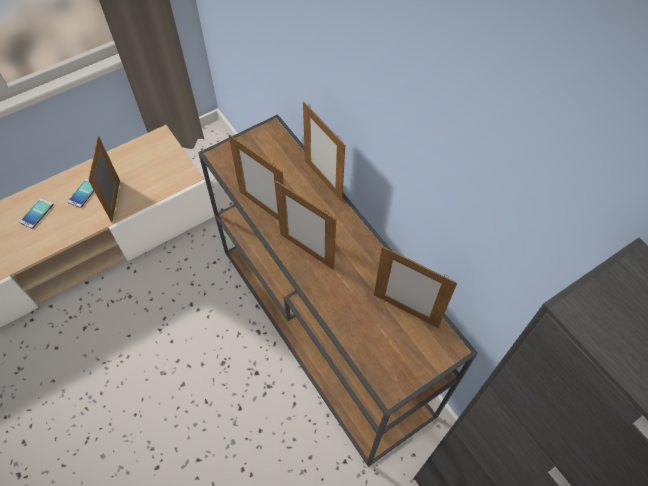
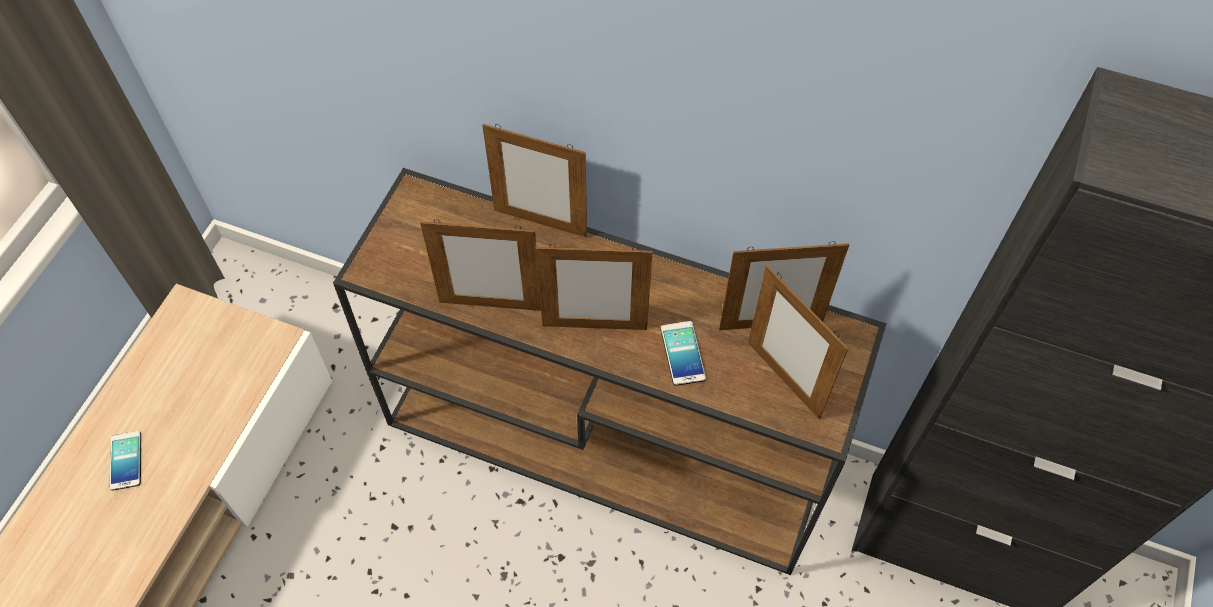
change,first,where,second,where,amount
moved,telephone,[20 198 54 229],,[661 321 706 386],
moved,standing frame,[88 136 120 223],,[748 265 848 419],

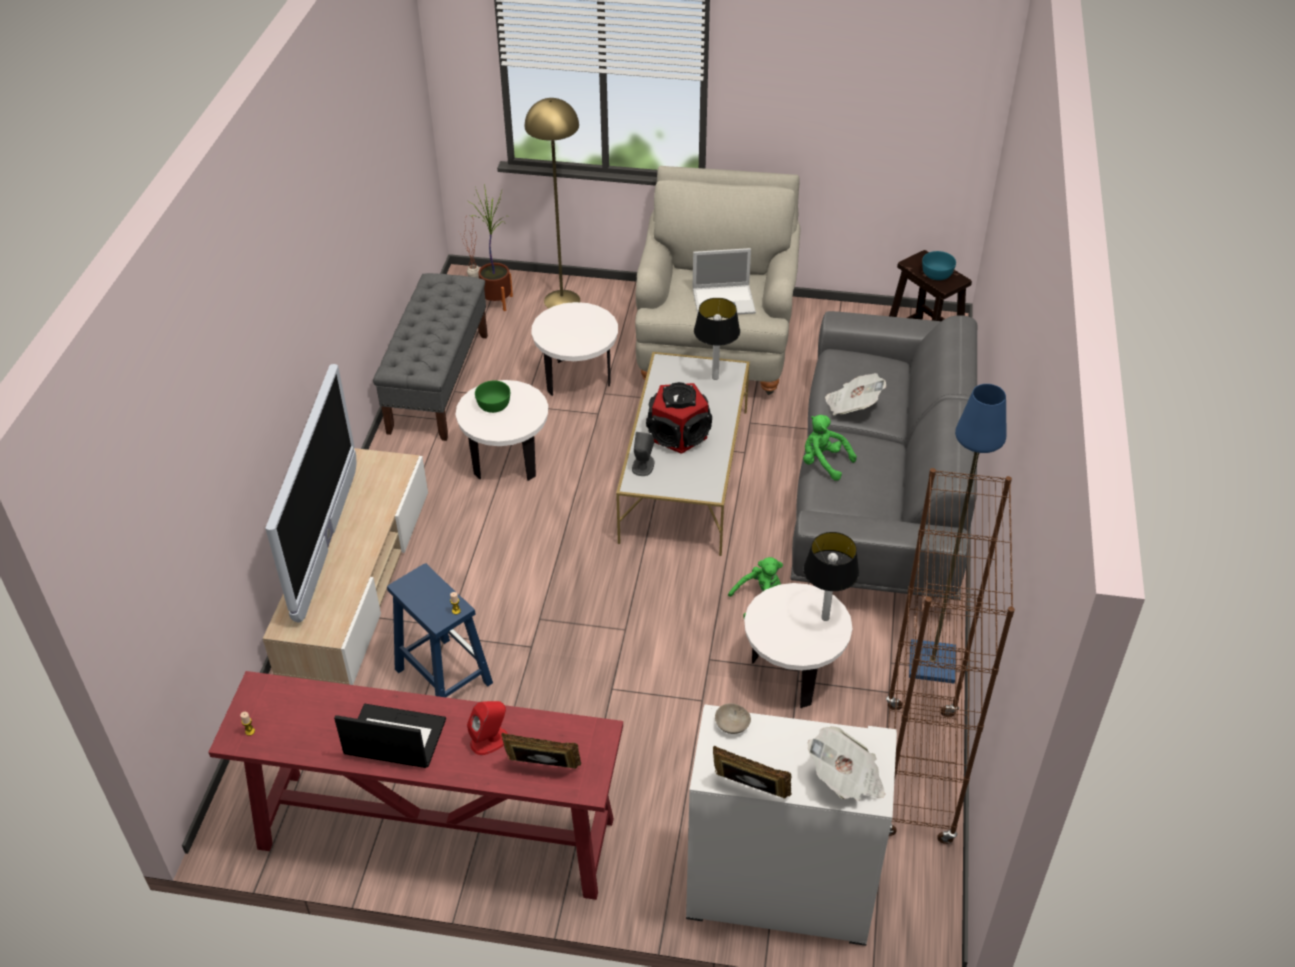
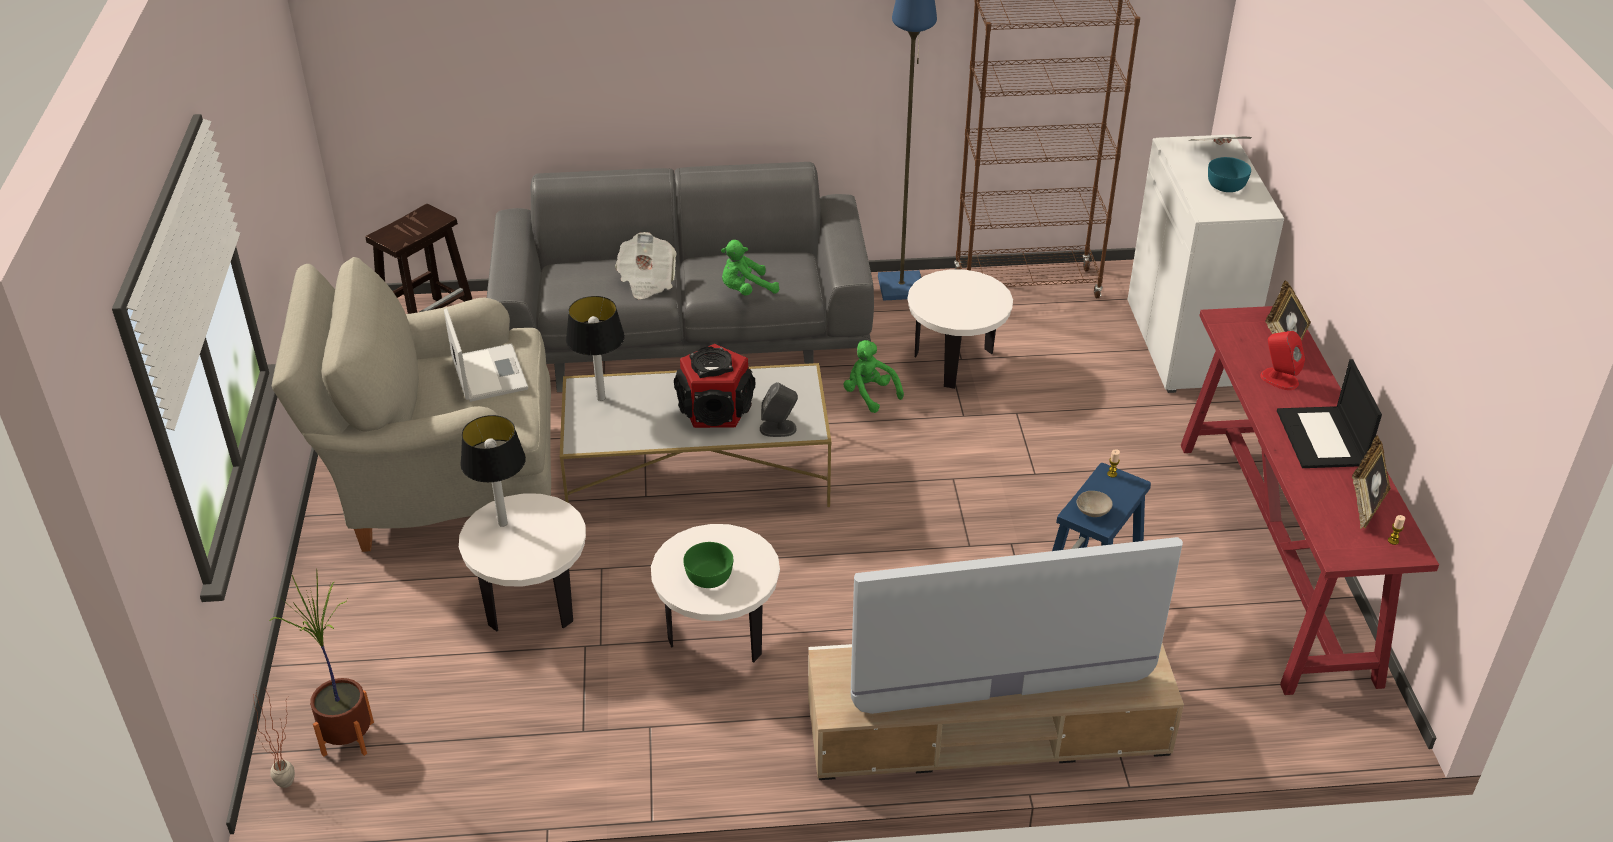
change,first,where,second,where,amount
removed,grey bench,[373 273 488 441],,,
removed,yellow-coloured standard lamp,[525 98 580 309],,,
moved,standing frame,[713 746 792 798],,[1352 435 1391 529],
moved,sand-coloured bowl,[715 703 751 734],,[1076 491 1113 517],
moved,lamp for a table,[804 532 859 621],,[460 415 526 527],
moved,blue-green bowl,[922 251 956 280],,[1208 157 1251 192],
turned,green cuddly toy,[803 415 857 481],,[721 240 779 296],45 degrees clockwise

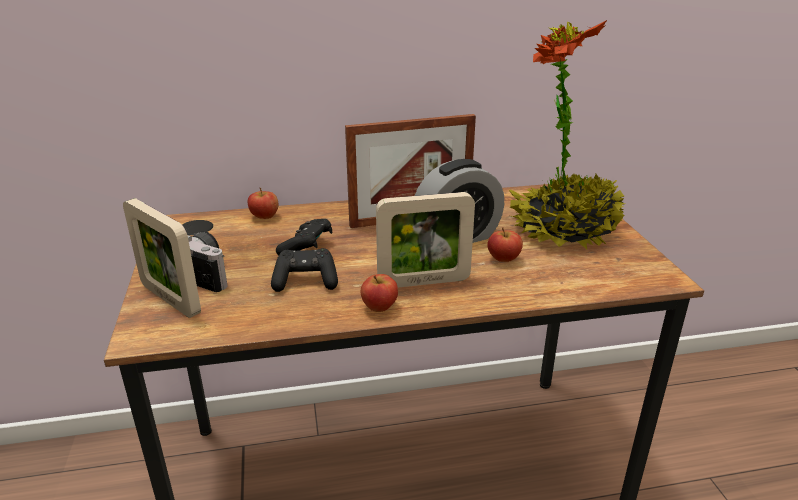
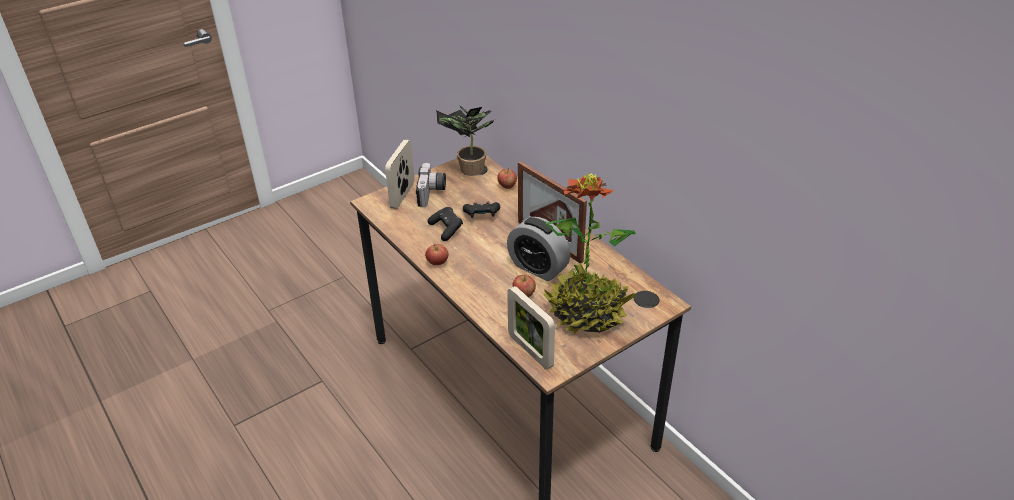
change,first,where,second,where,amount
added,,,plant in a pot,[436 105 496 176],
moved,standing frame,[376 192 475 288],,[507 286 555 370],

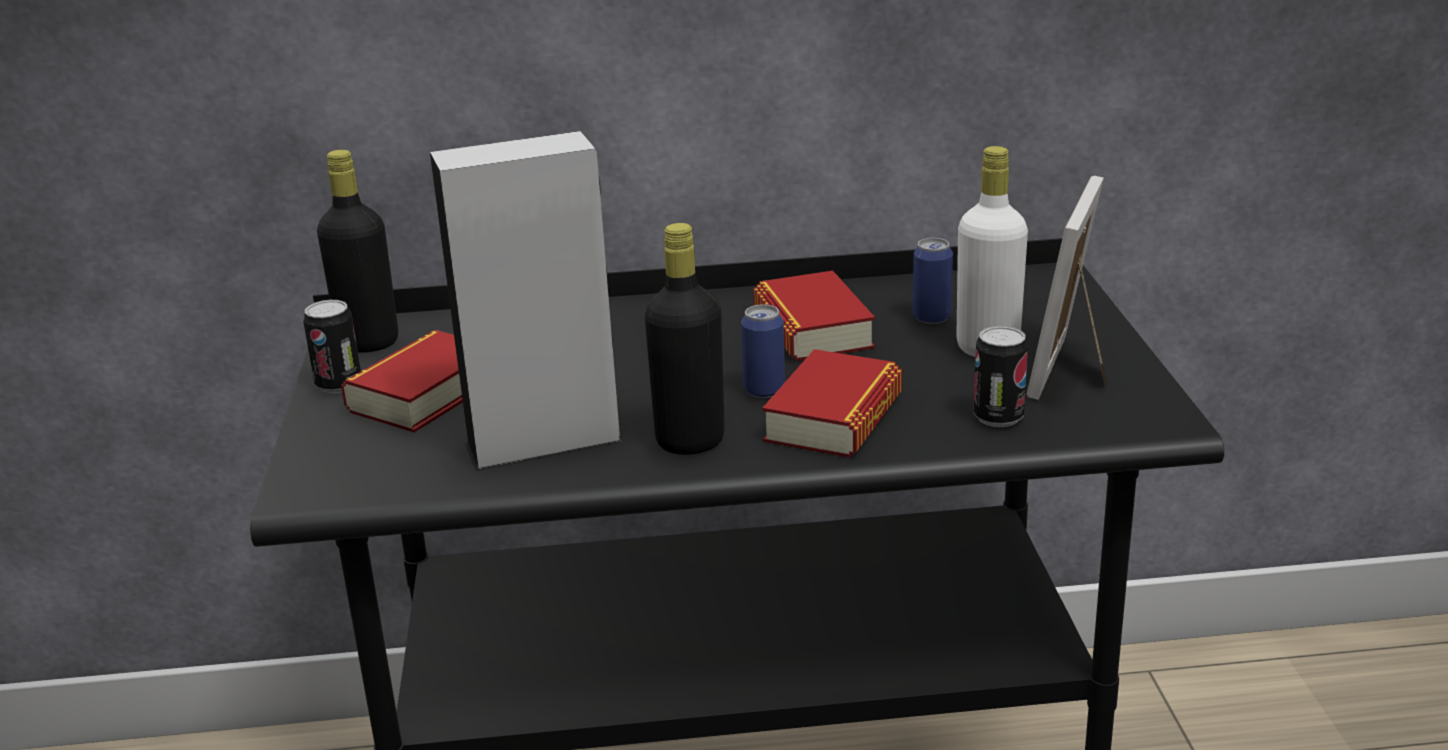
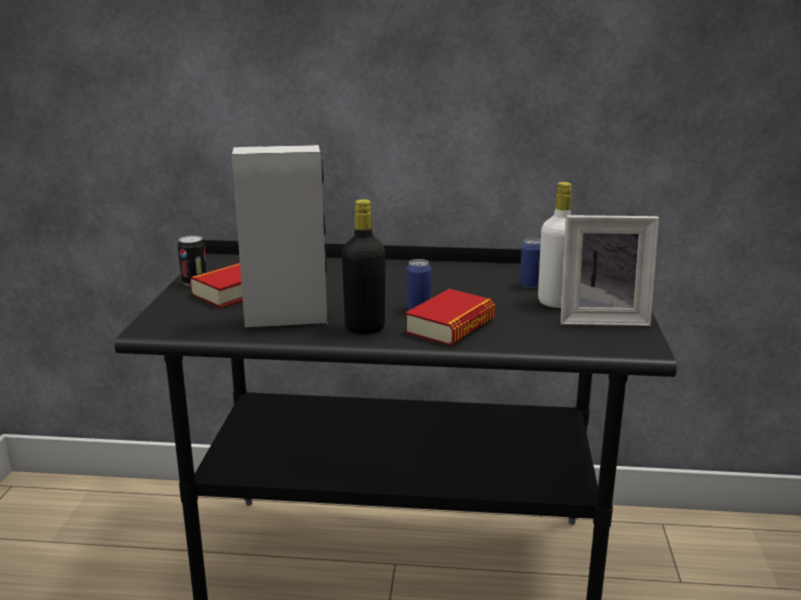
change,first,where,second,where,amount
removed,black-coloured drink bottle,[317 150 398 352],,,
removed,book,[754 271 875 361],,,
removed,sealed can,[973 326 1028 427],,,
turned,standing frame,[1027 176 1106 400],,[560 215 659 326],120 degrees counterclockwise

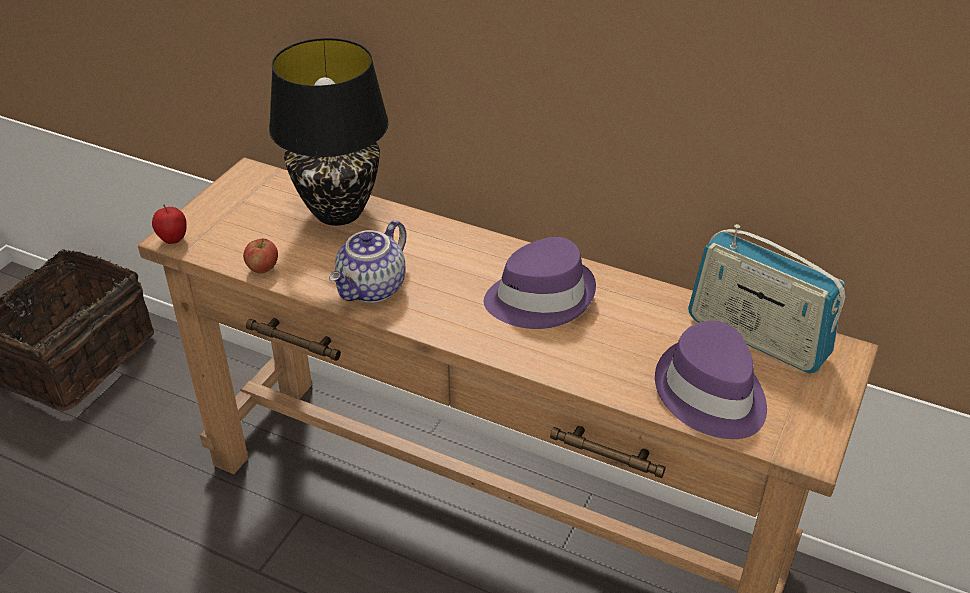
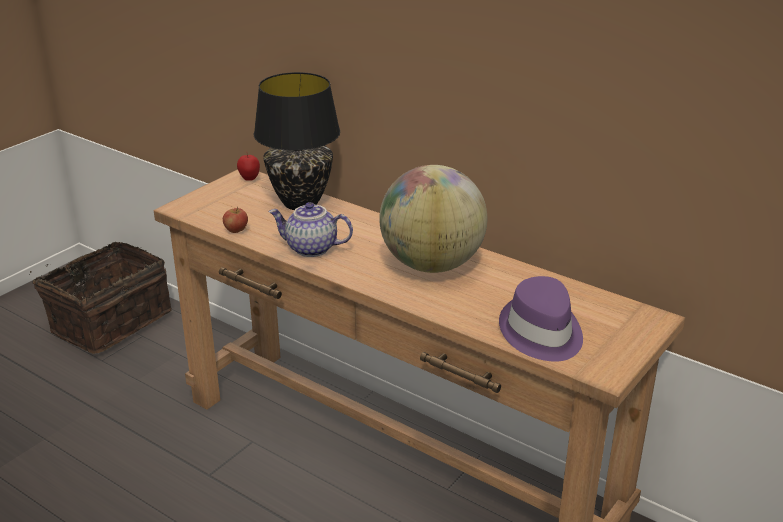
change,first,where,second,where,amount
removed,radio,[688 224 845 373],,,
moved,whole apple,[152 205 187 244],,[237 152 260 181],
replaced,purple wearable hat,[484 237 596 329],globe,[379 165 487 273],
turned,tea pot,[329 220 407 303],,[268 202 353 257],60 degrees clockwise

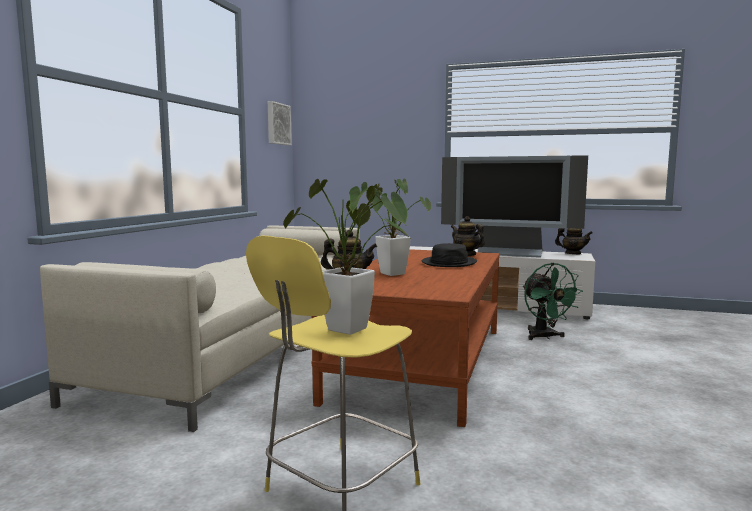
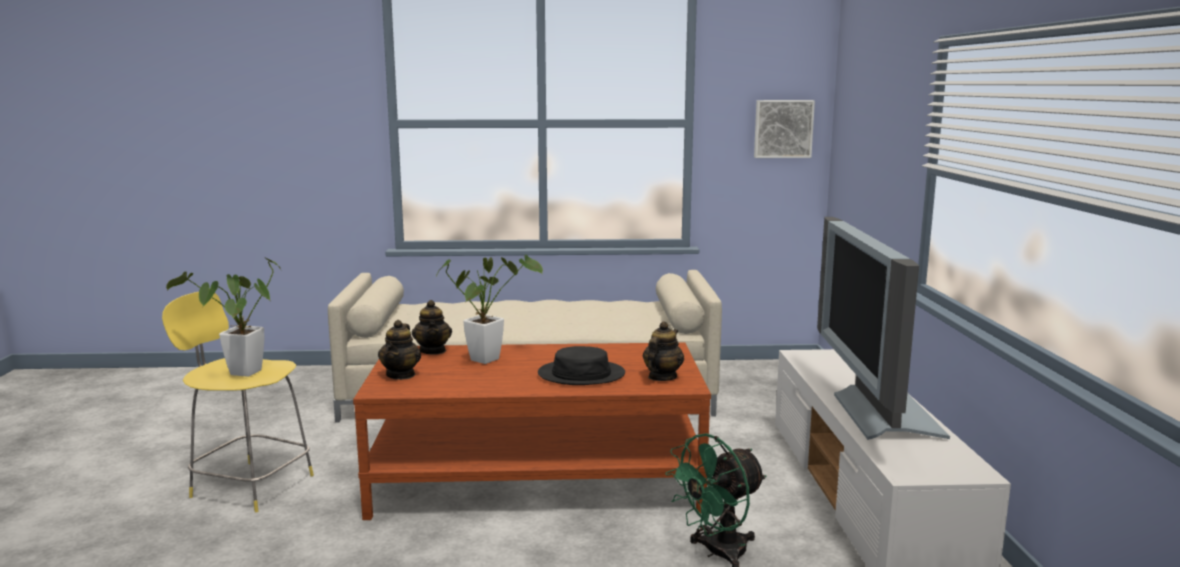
change,first,where,second,where,amount
moved,tea pot,[555 228 593 254],,[378 320 421 380],

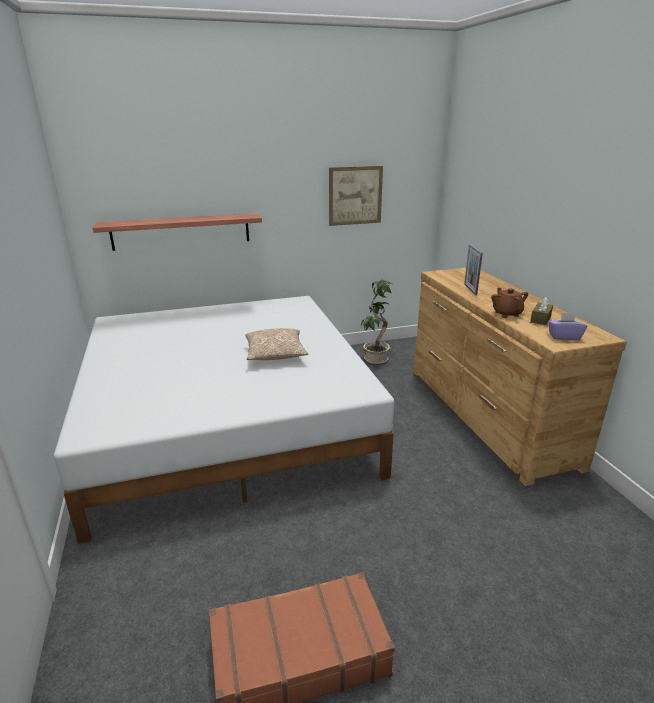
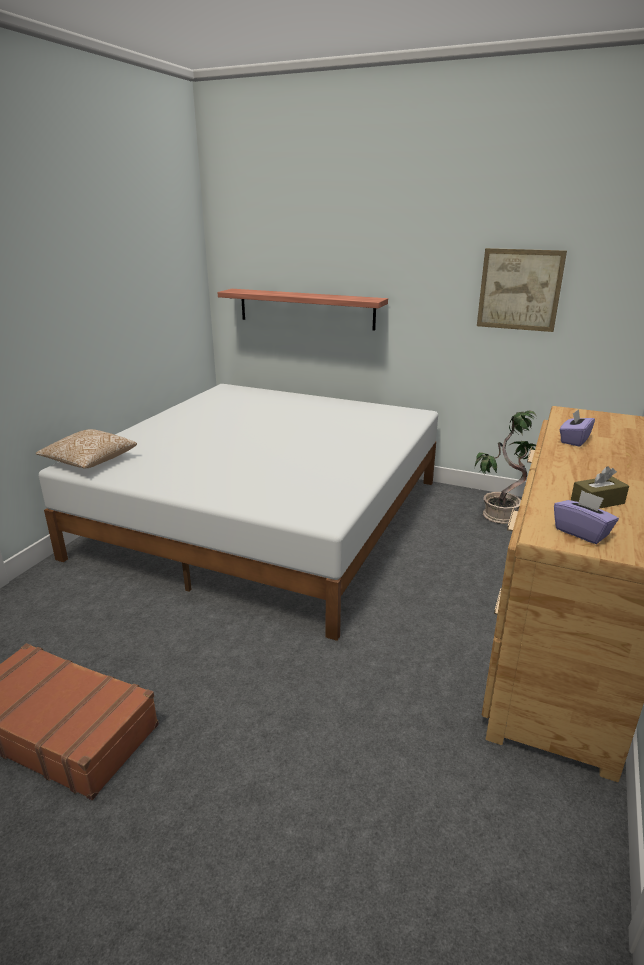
change,first,where,second,where,amount
removed,brown tea pot,[491 288 528 318],,,
moved,cushion,[245 328 308 360],,[36 429 137 468],
replaced,standing frame,[464 244 483 295],purple box of tissues,[560 409 595 447],

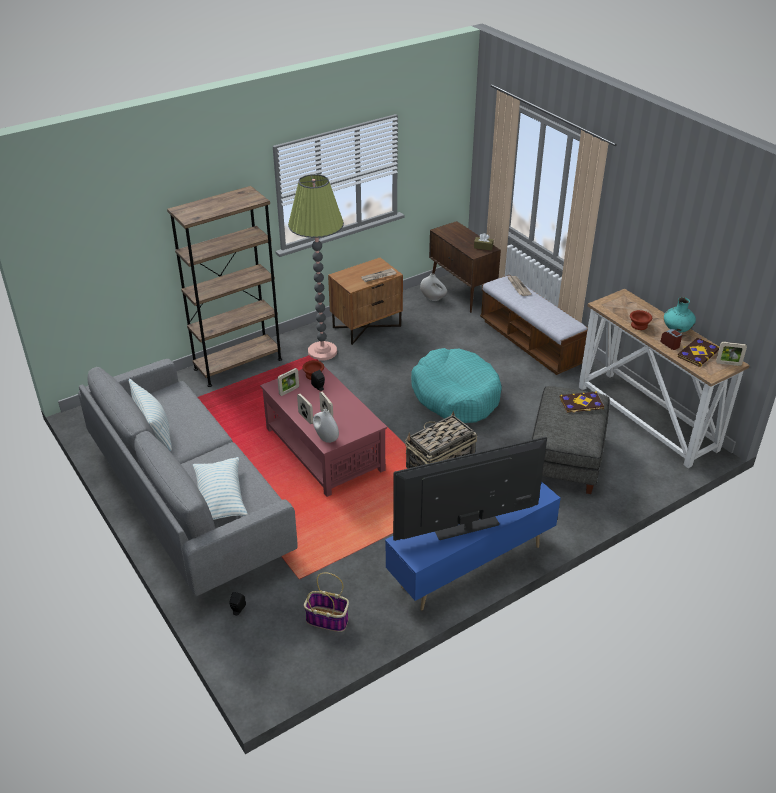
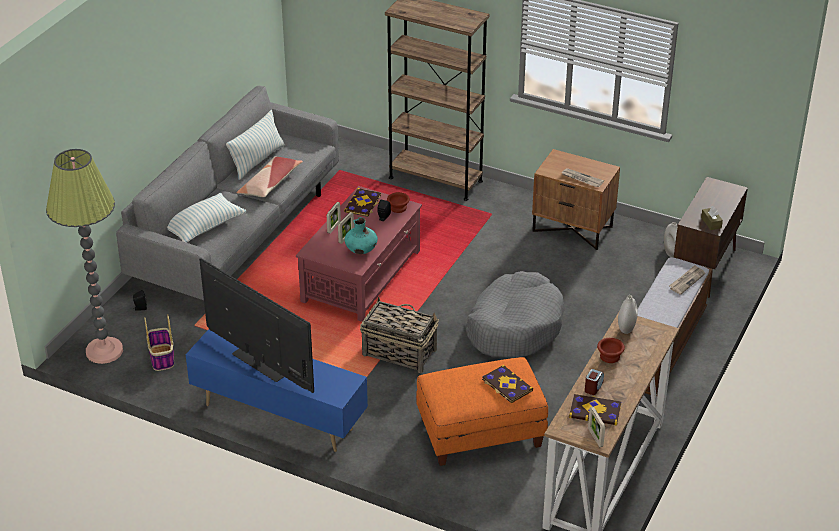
change,first,where,second,where,amount
added,,,cushion,[237 157 303 197],
moved,standard lamp,[288 174 344 361],,[46 149 123 364],
moved,white-coloured decorative vase,[313 409 339 443],,[618 295 638 334],
moved,blue-green decorative vase,[664 297 696 333],,[344 217 378 254],
replaced,standing frame,[277 368 299 396],book,[344 188 381 217],
recoloured,blue-green dog cushion,[411 348 502 423],grey dog cushion,[466 271 565 358],
recoloured,grey pouffe,[531 386 610 494],orange pouffe,[416 357 548 466],

